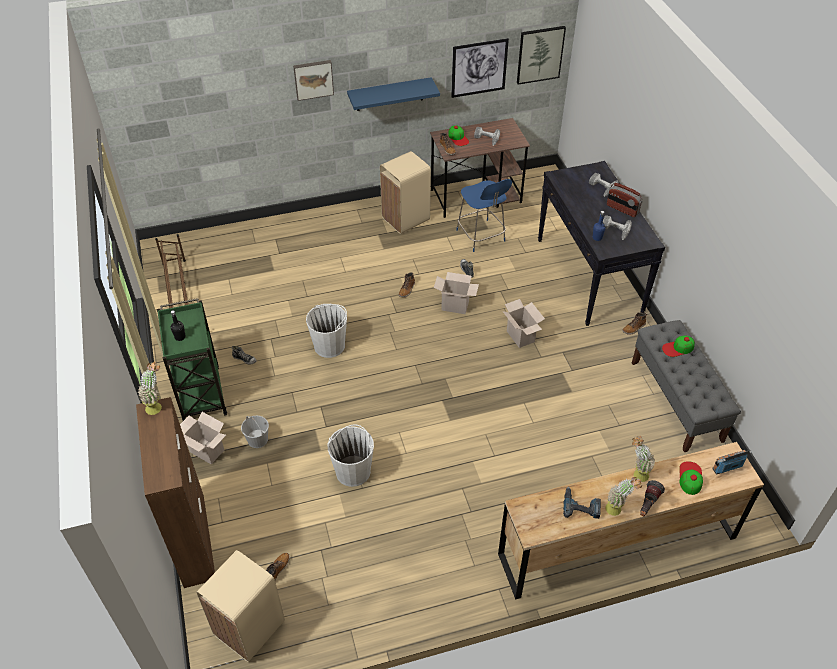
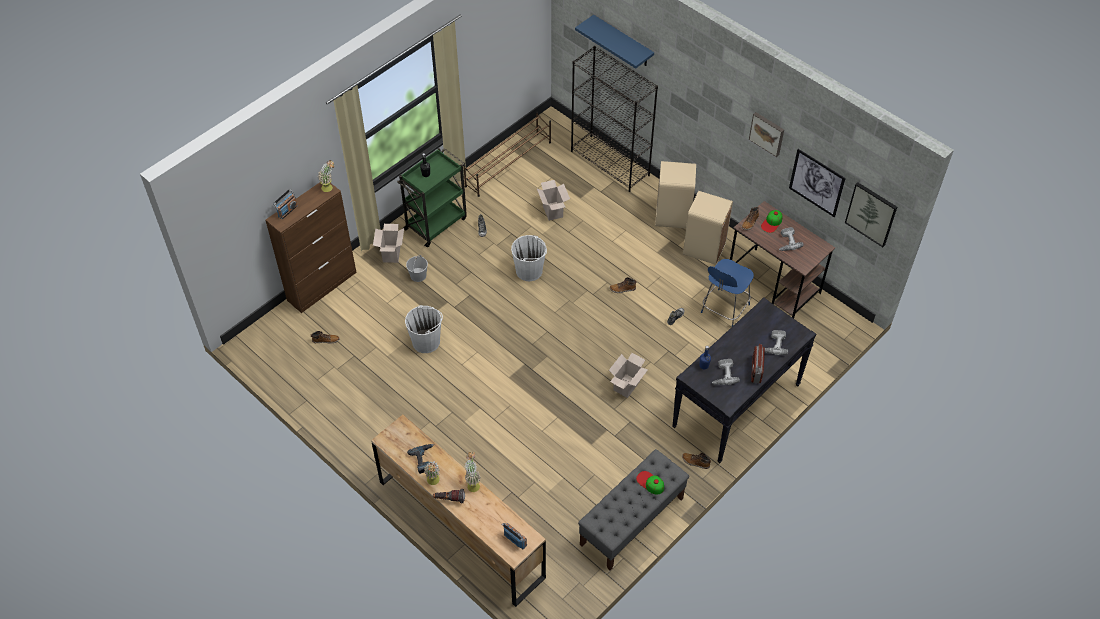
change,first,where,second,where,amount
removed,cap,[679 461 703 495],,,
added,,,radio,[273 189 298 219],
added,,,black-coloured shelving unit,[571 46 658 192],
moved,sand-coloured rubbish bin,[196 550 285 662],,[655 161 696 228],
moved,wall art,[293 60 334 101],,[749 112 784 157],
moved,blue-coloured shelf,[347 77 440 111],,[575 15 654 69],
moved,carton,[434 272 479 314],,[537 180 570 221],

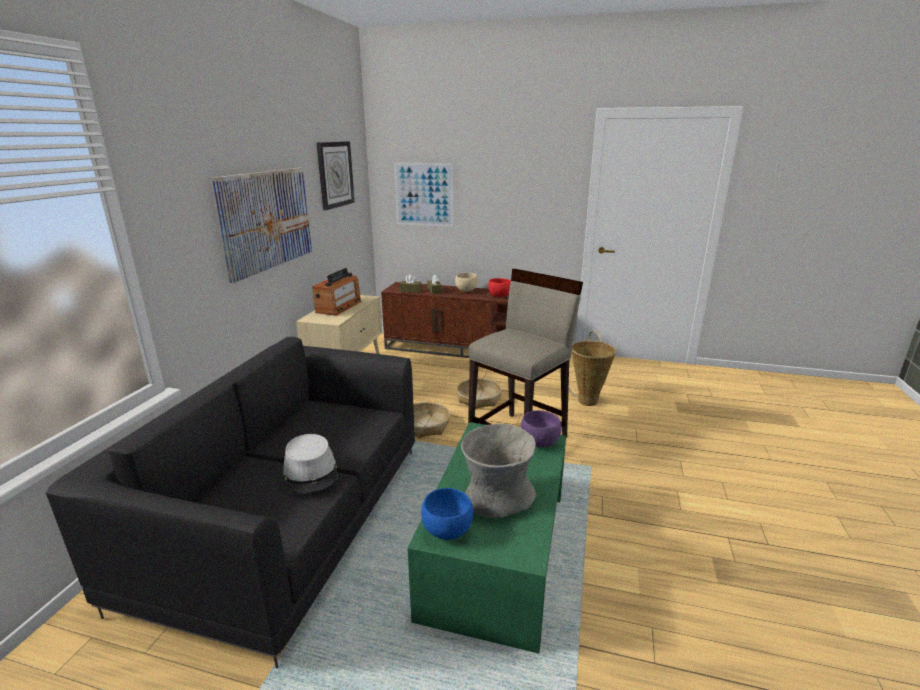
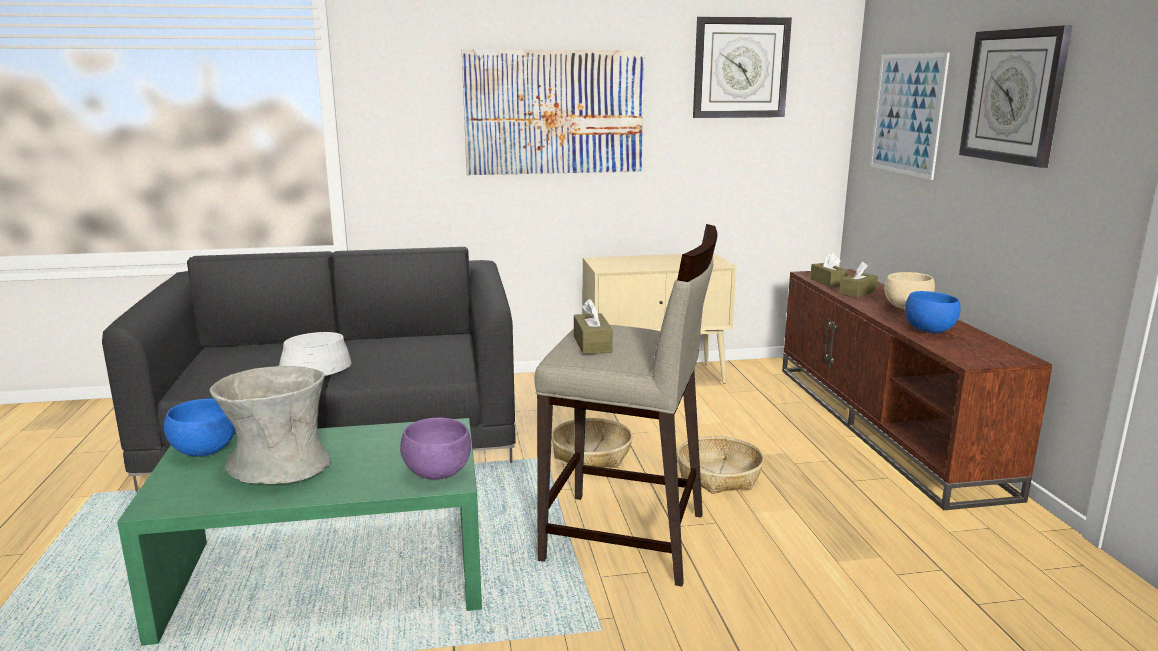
change,first,where,second,where,amount
removed,radio,[312 268 362 316],,,
removed,basket,[569 331 616 406],,,
added,,,brown box of tissues,[574 299 613 354],
added,,,wall clock,[959 25 1072 168],
recoloured,red bowl,[488 278 511 297],blue-coloured bowl,[905 291 961 333],

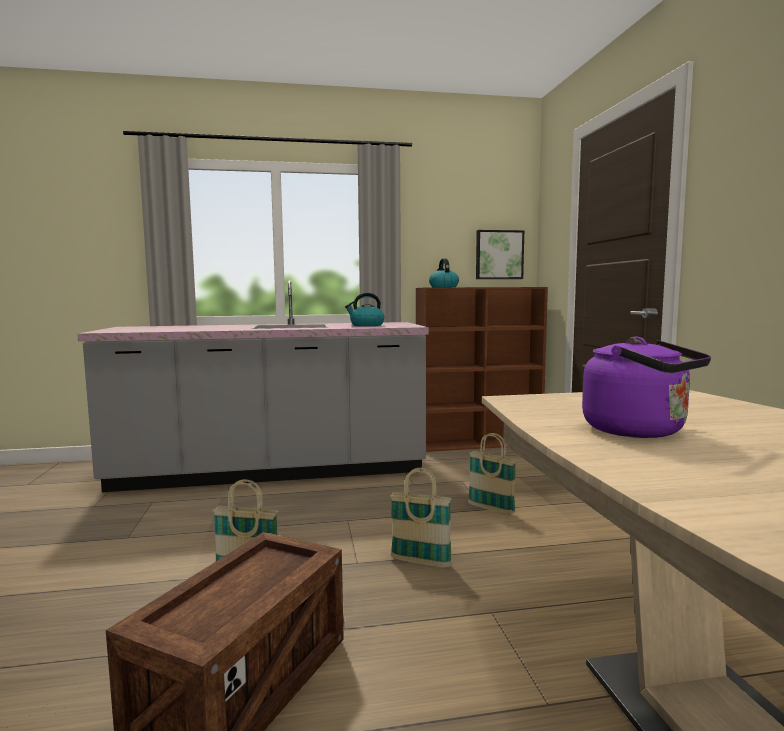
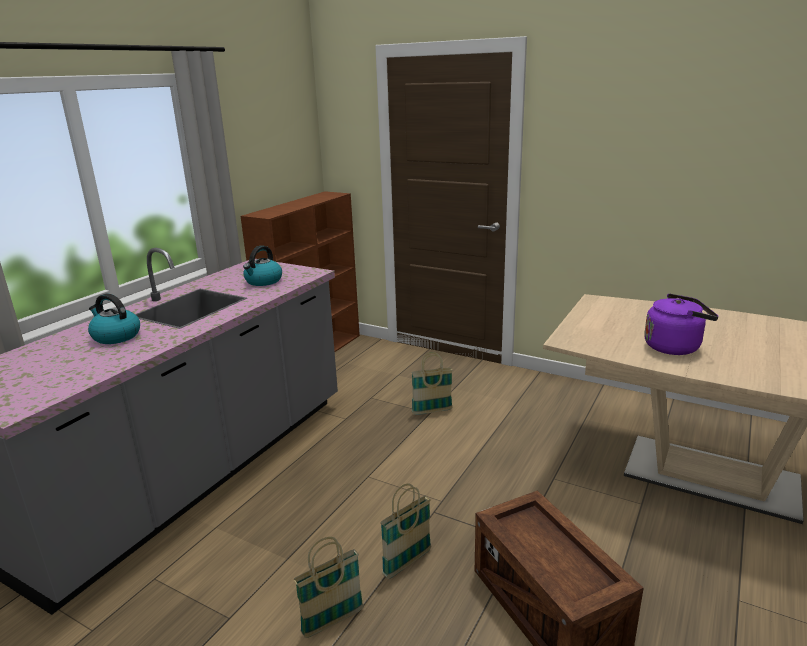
change,first,where,second,where,amount
removed,wall art,[476 230 524 279],,,
moved,basket,[390 468 452 568],,[293 537 364 638],
moved,tea kettle,[429 258 459 288],,[88 293 140 344],

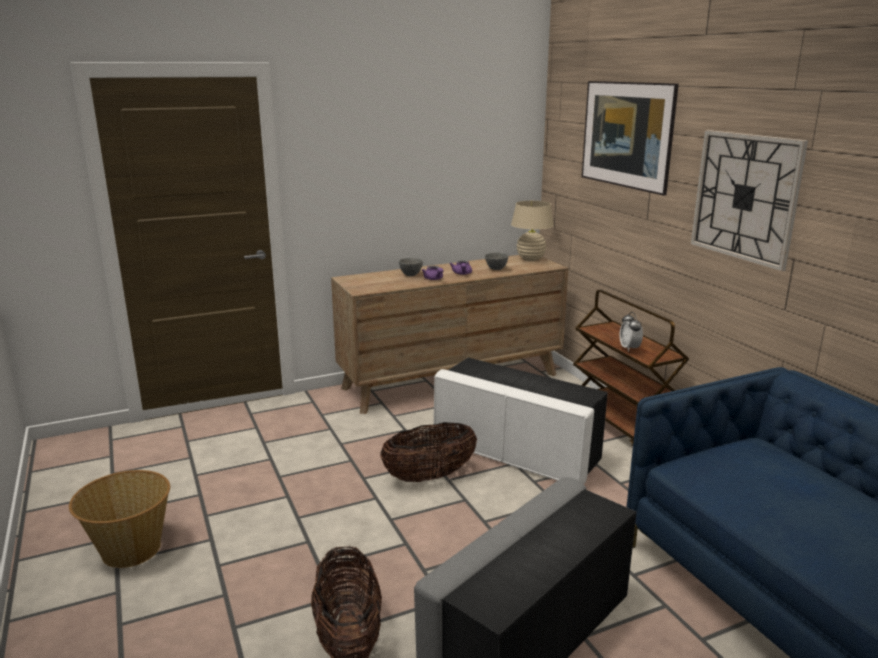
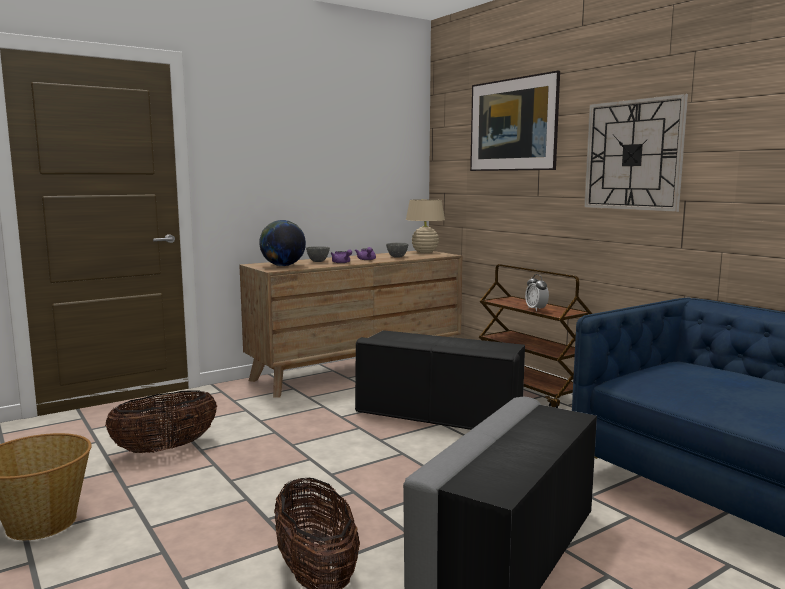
change,first,where,second,where,amount
added,,,globe,[259 220 306 266],
moved,basket,[380 422 477 482],,[105 391 217 453],
recoloured,white-coloured pouffe,[434 358 608 484],black-coloured pouffe,[355 330 525 430],

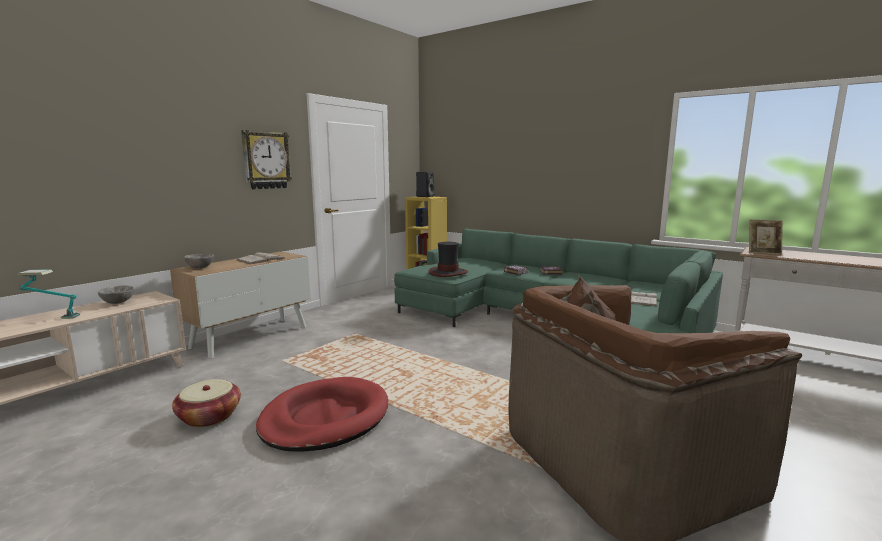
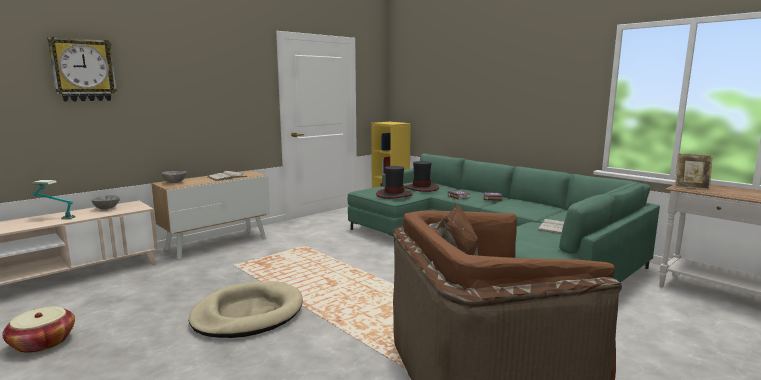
change,first,where,second,where,amount
removed,black-coloured loudspeaker,[416 172 435 197],,,
added,,,wearable hat,[405 161 439 192],
moved,basket,[172 379 241 427],,[2 306 75 353],
moved,wall clock,[241 130 292 189],,[47 37 117 102],
recoloured,red dog cushion,[256 377 388 451],sand-coloured dog cushion,[189 281 303 338],

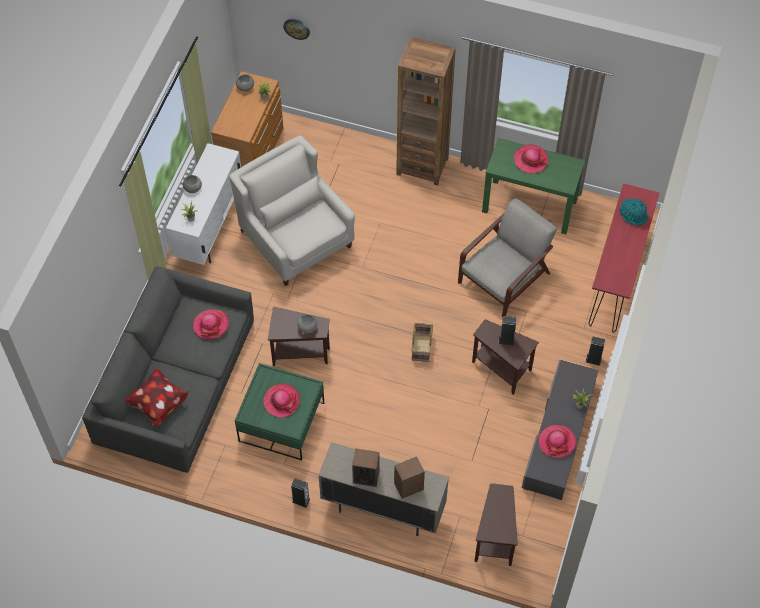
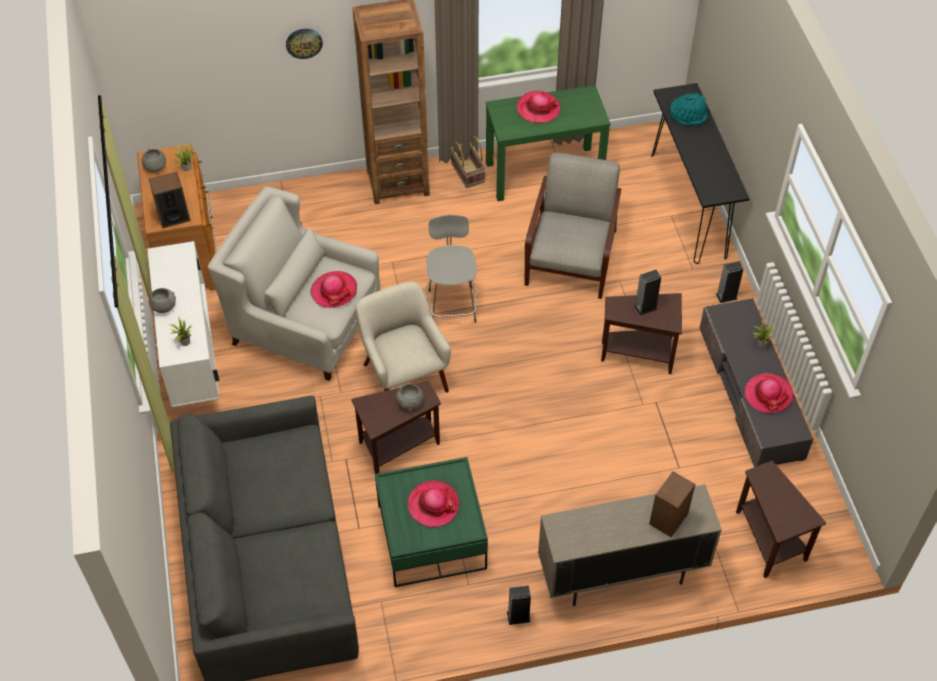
change,first,where,second,where,amount
removed,cushion,[125 367 189 426],,,
added,,,sand-coloured armchair,[356 282 451 393],
added,,,grey stool seat,[426 215 477 323],
moved,wearable hat,[193 309 229 339],,[310 271 357 308],
moved,wall clock,[283 19 310 40],,[286 29 323 59],
moved,loudspeaker,[352 449 380 487],,[149 172 190 228],
moved,basket,[411 323 433 362],,[450 136 486 188],
recoloured,red hall table,[589 183 659 332],black-coloured hall table,[651 83 749 264],

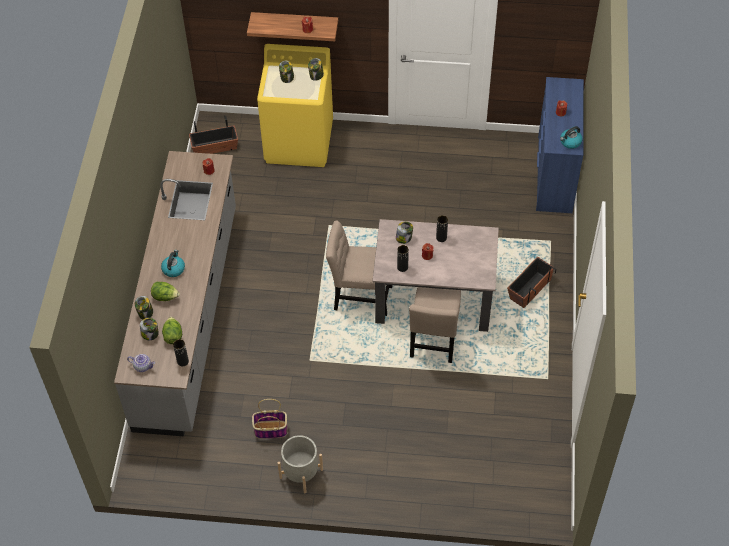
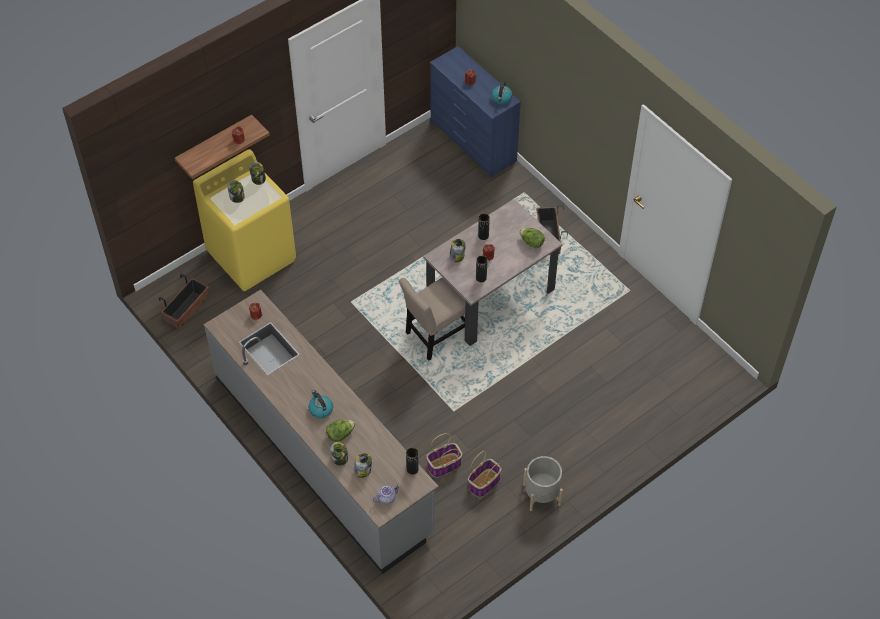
change,first,where,second,where,amount
removed,sand-coloured chair,[409 287 461 363],,,
added,,,basket,[426 433 462 477],
moved,lettuce,[162 317 182 344],,[519 228 545 248],

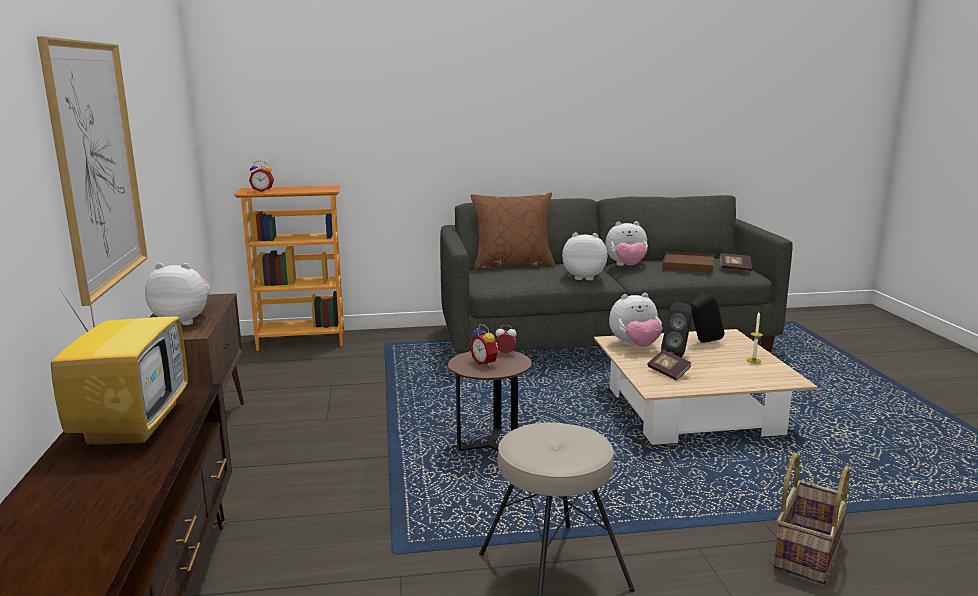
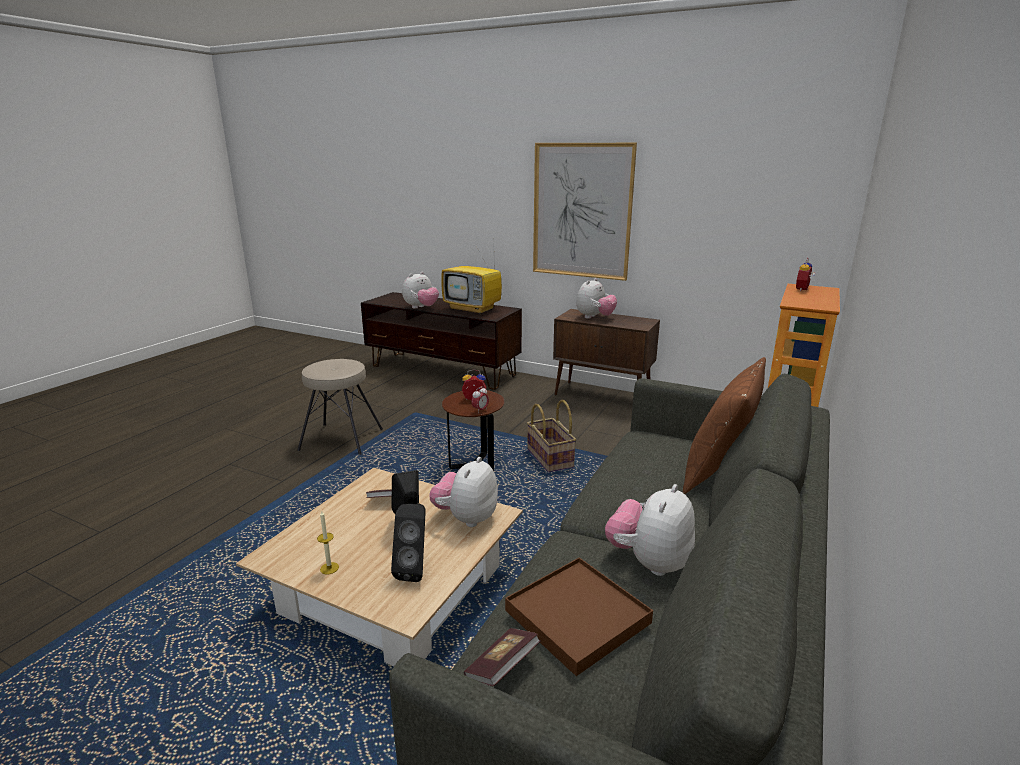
change,first,where,second,where,amount
moved,cuddly toy,[562 233 608 280],,[402 272 439 309],
moved,basket,[773 453 850 584],,[527 400 576 472],

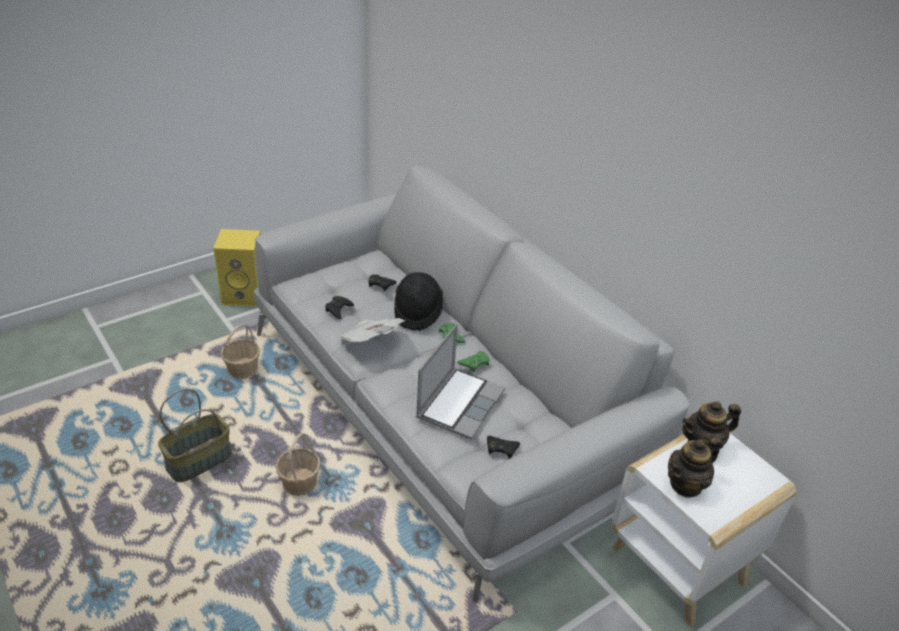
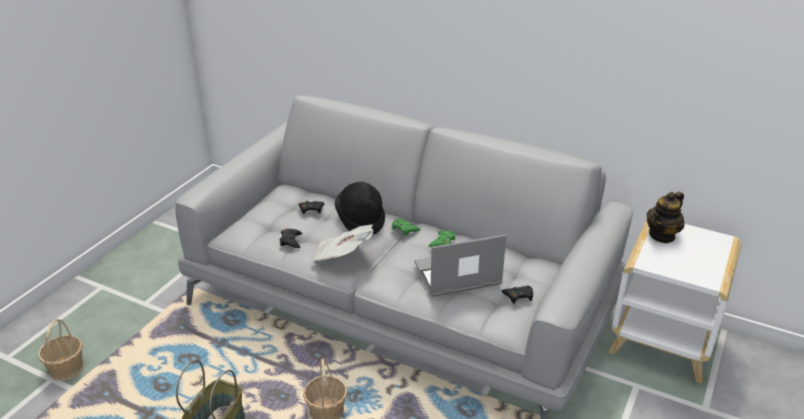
change,first,where,second,where,amount
removed,yellow-coloured loudspeaker,[213 229 260 306],,,
removed,tea pot,[668 437 722 498],,,
moved,basket,[221 324 260 379],,[38 319 84 381],
turned,portable computer,[416 324 505 439],,[415 234 506 297],105 degrees counterclockwise

